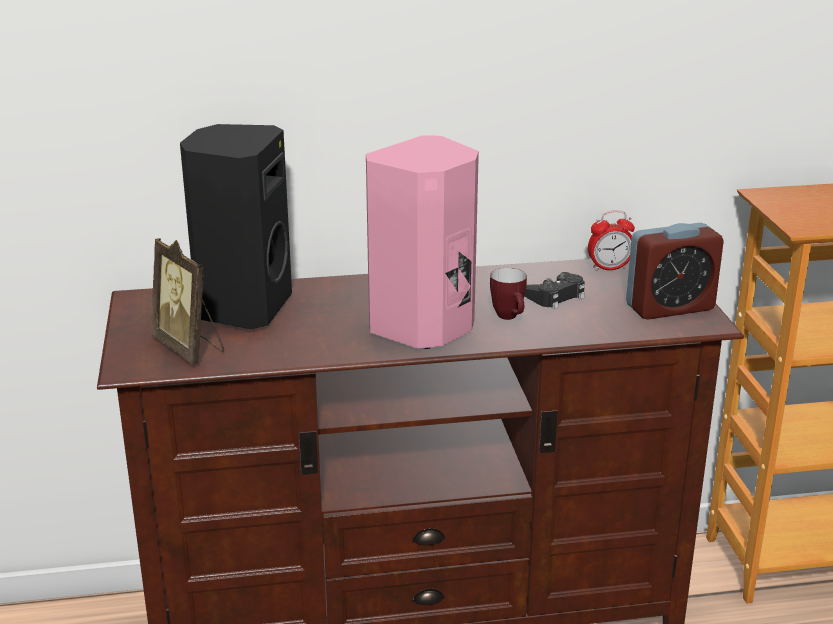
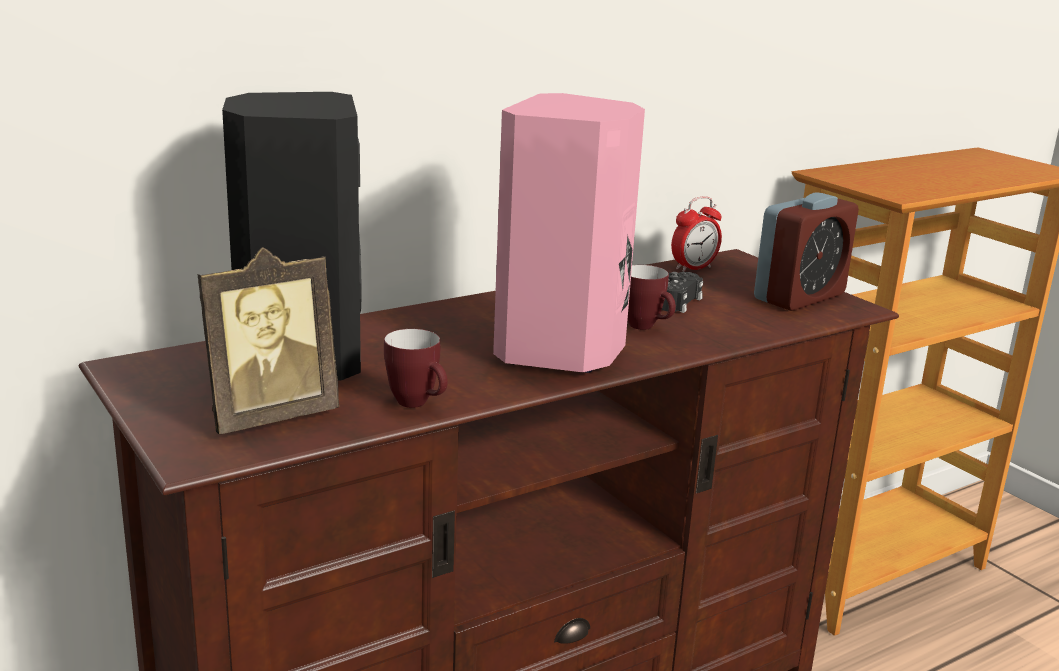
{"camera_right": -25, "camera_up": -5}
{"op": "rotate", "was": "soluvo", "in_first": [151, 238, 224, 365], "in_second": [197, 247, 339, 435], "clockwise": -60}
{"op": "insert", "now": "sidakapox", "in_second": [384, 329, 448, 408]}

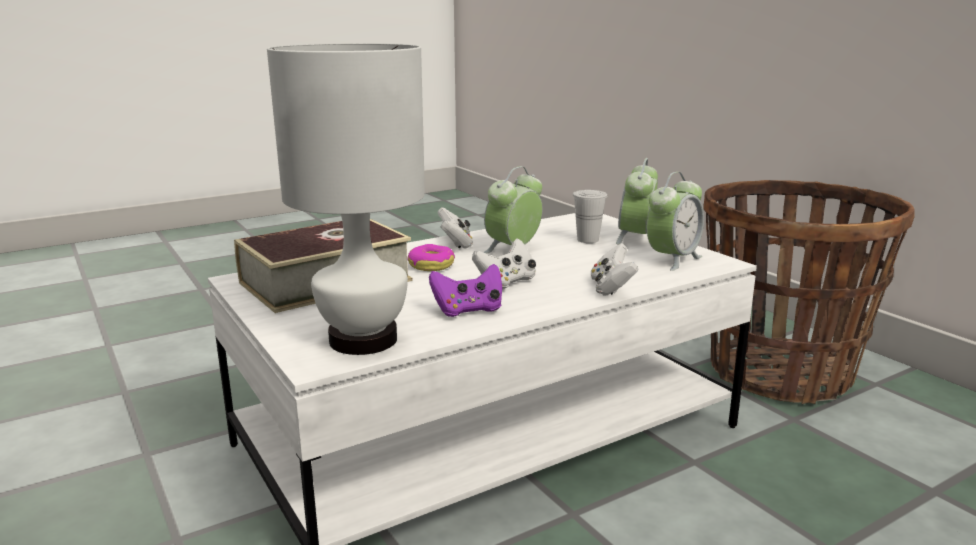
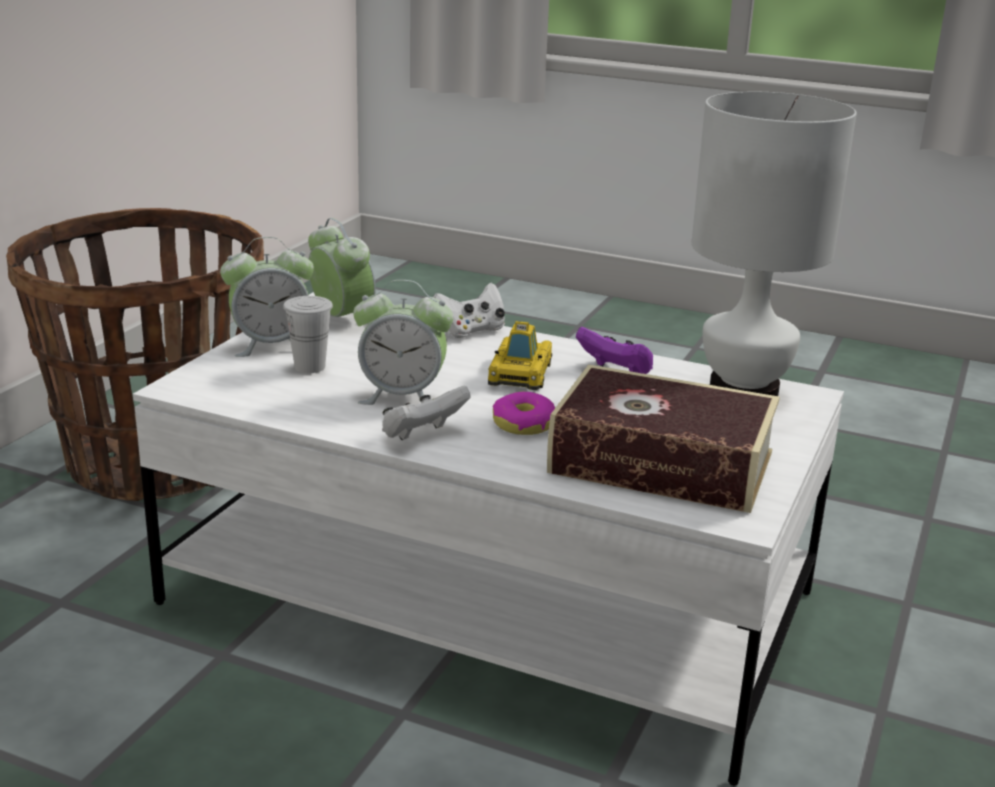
{"camera_right": -125, "camera_up": 5}
{"op": "rotate", "was": "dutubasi", "in_first": [647, 172, 704, 271], "in_second": [308, 218, 376, 324], "clockwise": 45}
{"op": "replace", "was": "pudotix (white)", "now": "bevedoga", "in_first": [472, 238, 536, 289], "in_second": [488, 321, 552, 390]}

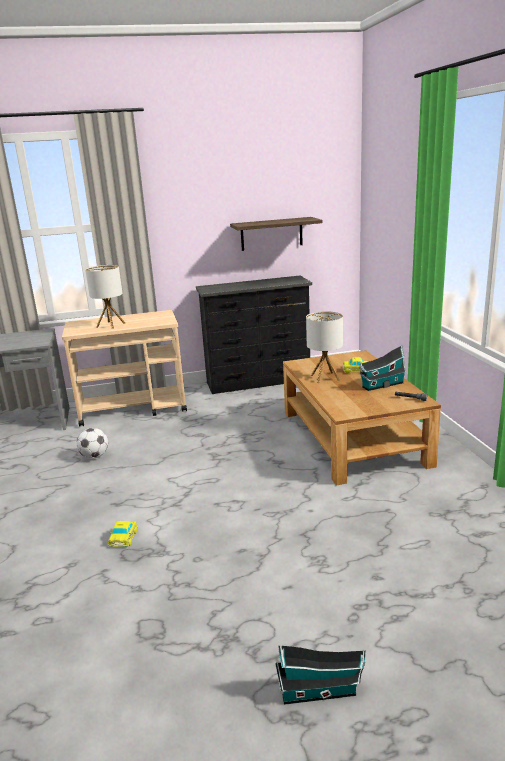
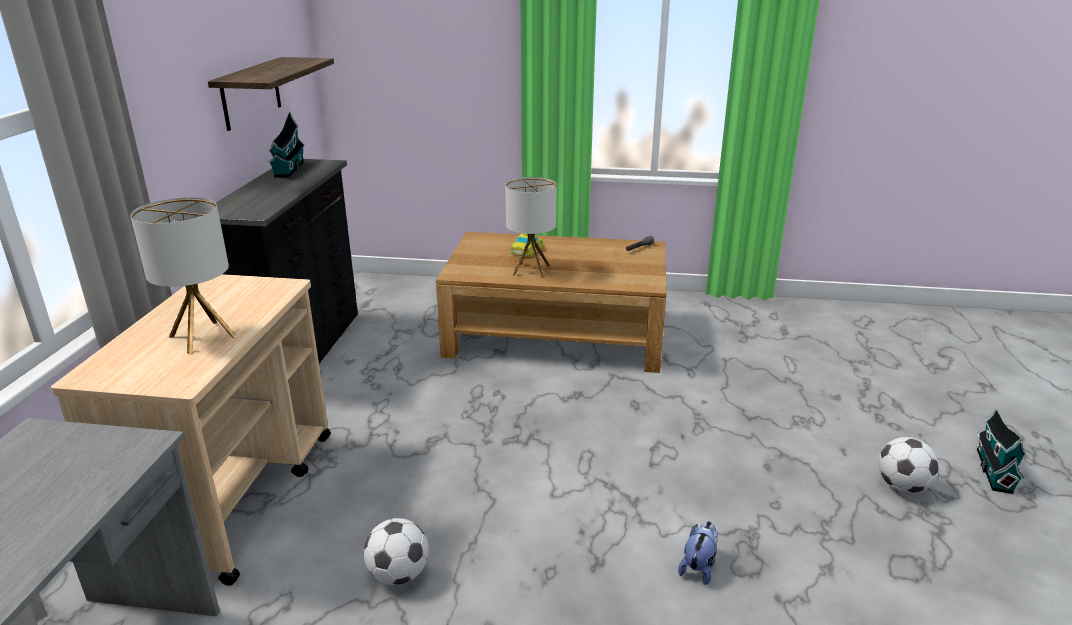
{"camera_right": -70, "camera_up": 5}
{"op": "move", "was": "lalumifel", "in_first": [359, 345, 407, 391], "in_second": [268, 112, 305, 177]}
{"op": "replace", "was": "bevedoga", "now": "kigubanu", "in_first": [108, 521, 138, 547], "in_second": [678, 521, 718, 585]}
{"op": "insert", "now": "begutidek", "in_second": [878, 437, 939, 493]}

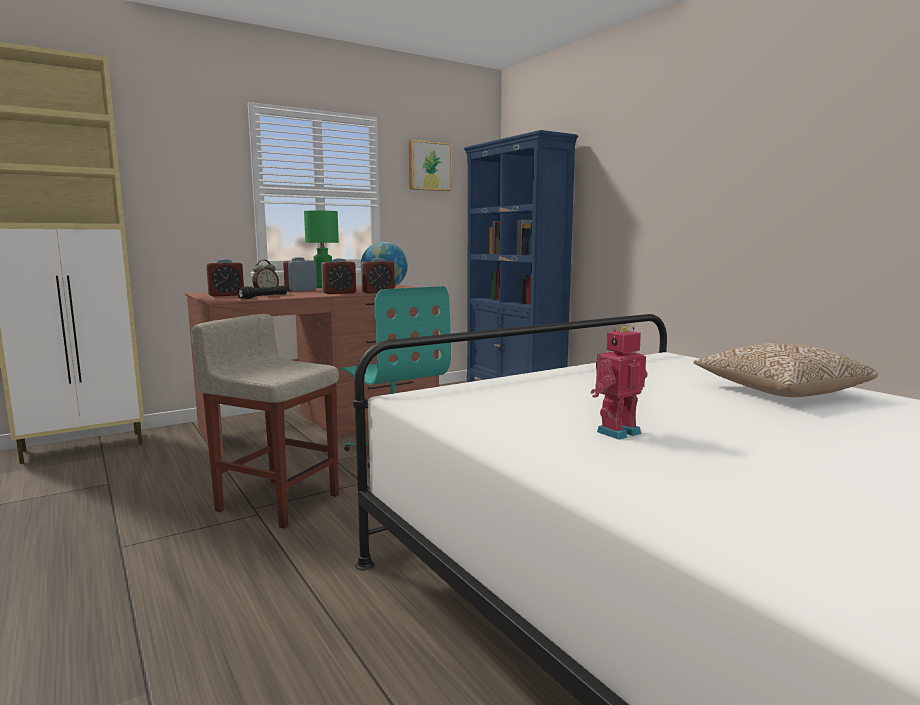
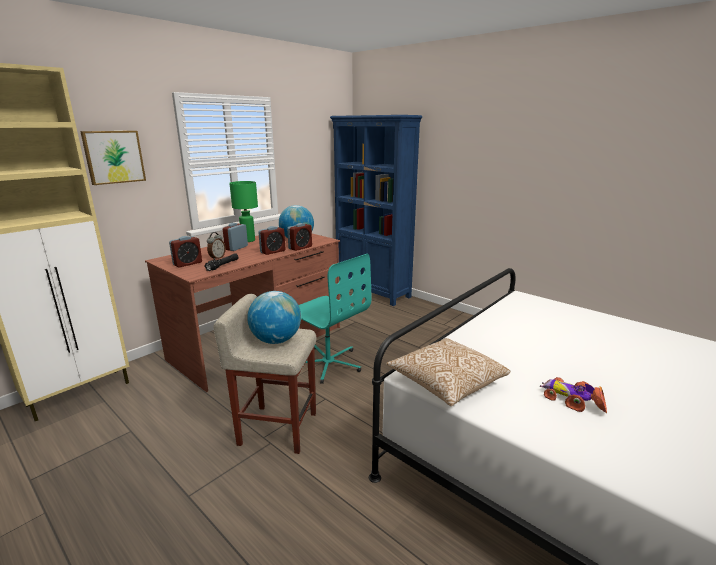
{"camera_right": -15, "camera_up": 10}
{"op": "move", "was": "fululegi", "in_first": [409, 140, 452, 191], "in_second": [80, 131, 146, 185]}
{"op": "insert", "now": "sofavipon", "in_second": [247, 291, 301, 344]}
{"op": "move", "was": "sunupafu", "in_first": [694, 343, 878, 397], "in_second": [386, 338, 510, 406]}
{"op": "replace", "was": "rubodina", "now": "bevedoga", "in_first": [591, 326, 647, 440], "in_second": [540, 377, 607, 413]}

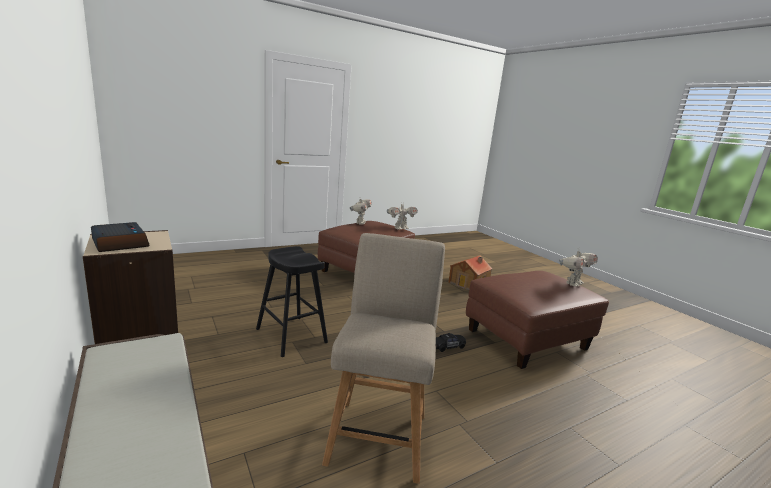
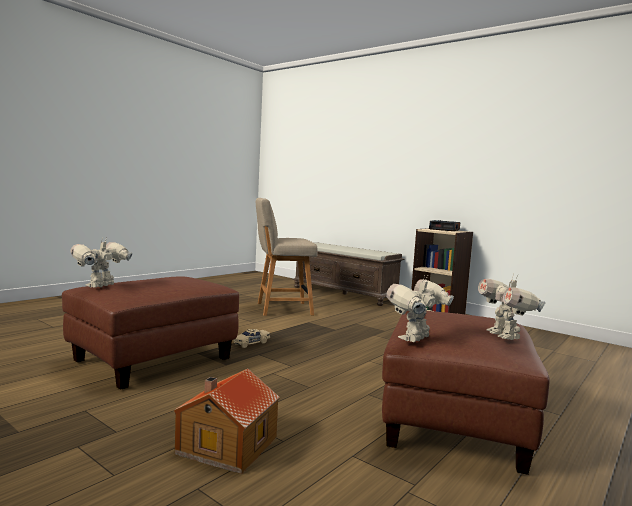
{"camera_right": 160, "camera_up": -10}
{"op": "recolor", "was": "bevedoga (black)", "now": "bevedoga (beige)", "in_first": [436, 333, 466, 352], "in_second": [234, 329, 270, 348]}
{"op": "rotate", "was": "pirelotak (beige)", "in_first": [322, 233, 445, 484], "in_second": [256, 198, 318, 316], "clockwise": 90}
{"op": "delete", "was": "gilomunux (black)", "in_first": [256, 246, 328, 357]}

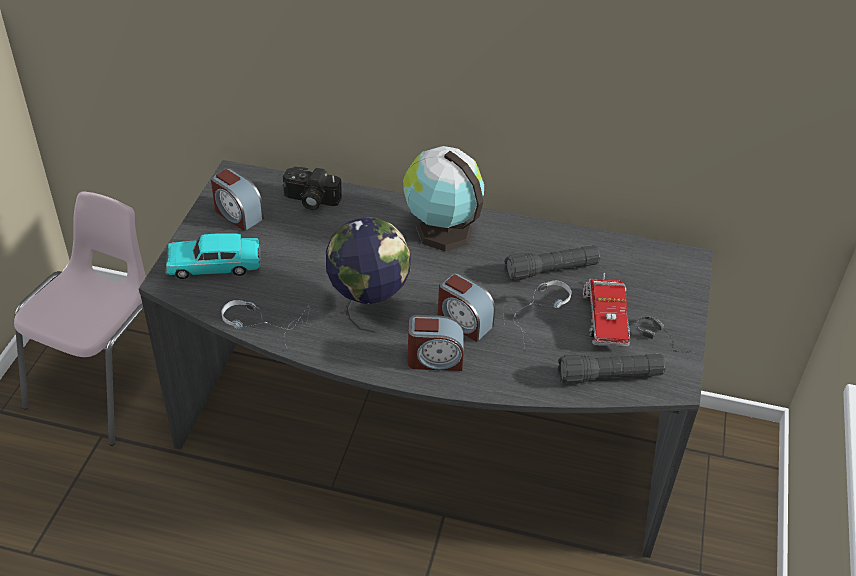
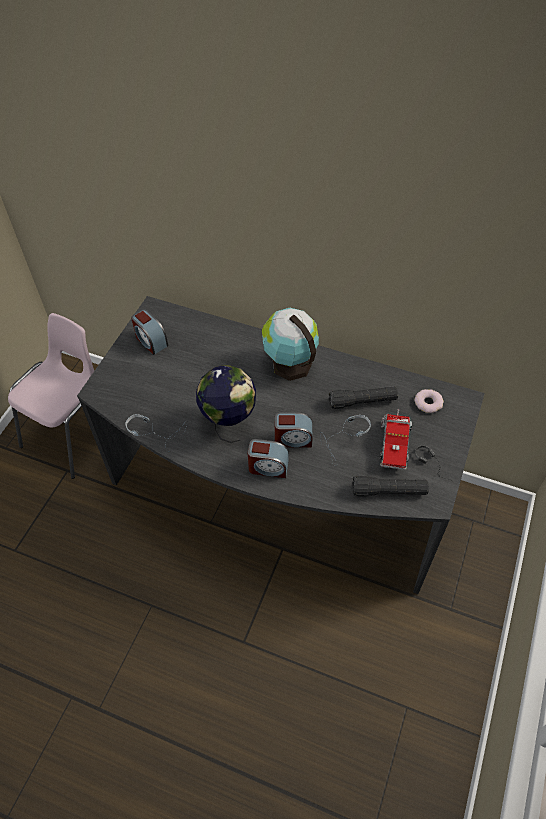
{"camera_right": 10, "camera_up": 10}
{"op": "rotate", "was": "dutubasi", "in_first": [438, 272, 495, 342], "in_second": [275, 412, 313, 447], "clockwise": -45}
{"op": "insert", "now": "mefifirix", "in_second": [415, 389, 444, 413]}
{"op": "delete", "was": "bevedoga (turquoise)", "in_first": [165, 233, 261, 279]}
{"op": "delete", "was": "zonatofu", "in_first": [283, 167, 342, 210]}

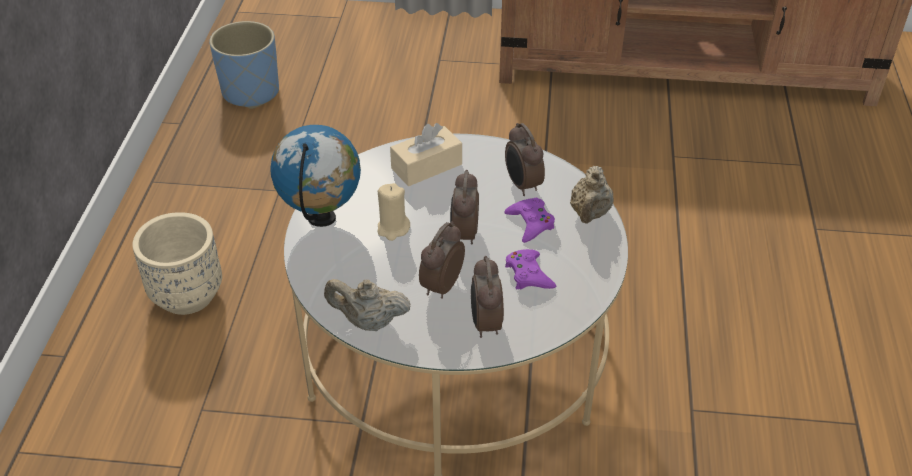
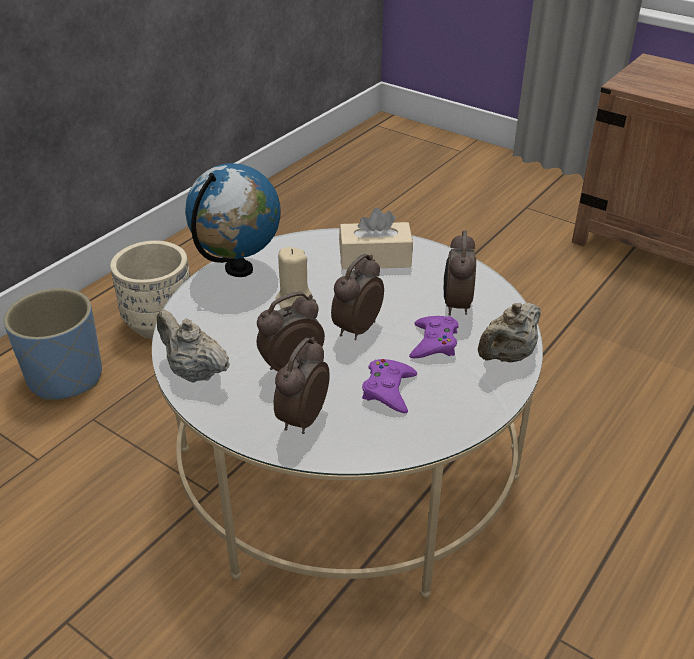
{"camera_right": 30, "camera_up": -5}
{"op": "move", "was": "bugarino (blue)", "in_first": [209, 21, 279, 109], "in_second": [4, 288, 102, 401]}

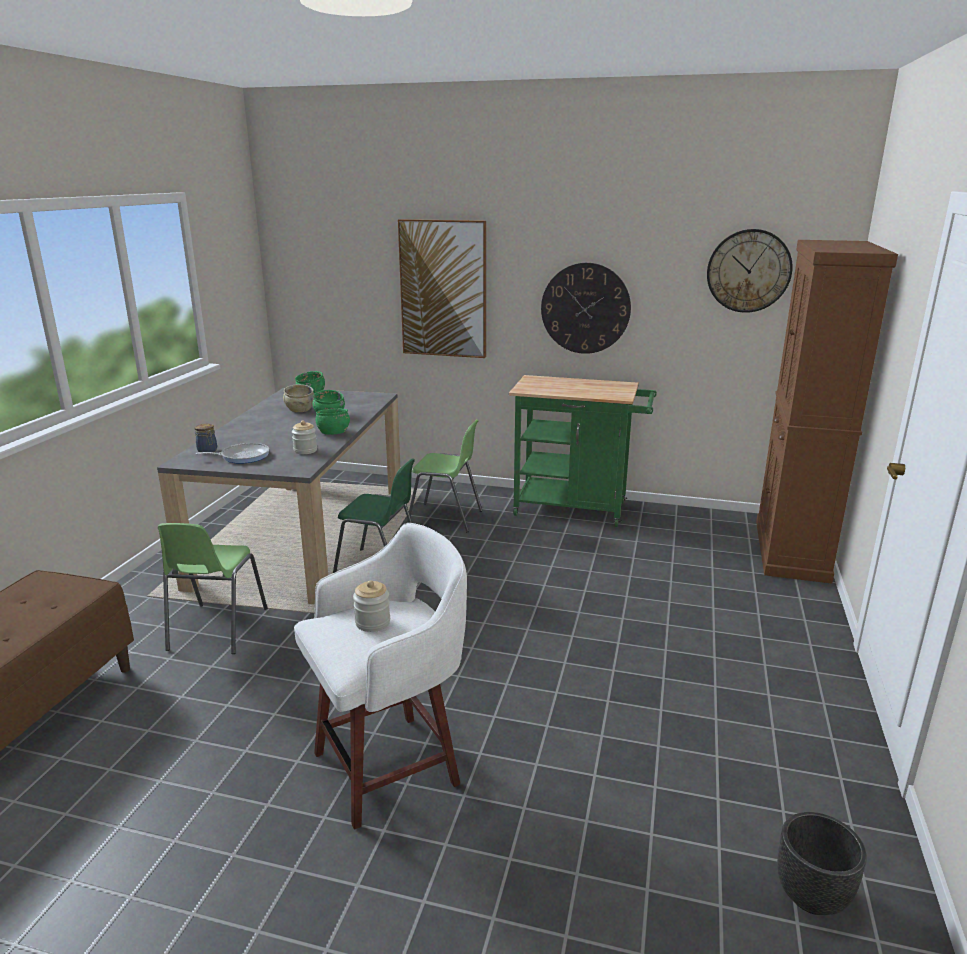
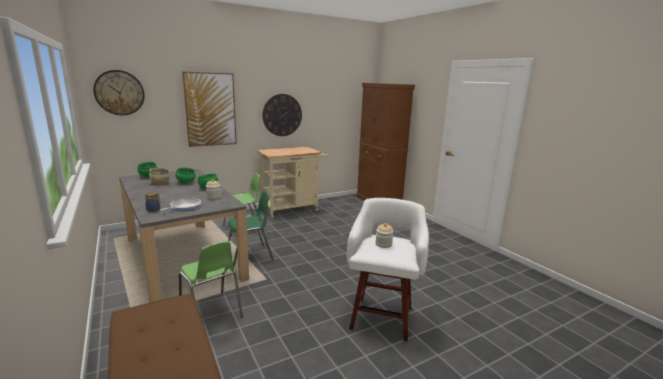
{"camera_right": -45, "camera_up": -5}
{"op": "move", "was": "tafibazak", "in_first": [707, 229, 793, 313], "in_second": [93, 70, 145, 115]}
{"op": "recolor", "was": "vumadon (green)", "now": "vumadon (beige)", "in_first": [509, 375, 657, 527], "in_second": [257, 147, 328, 218]}
{"op": "delete", "was": "bugarino (black)", "in_first": [777, 812, 867, 915]}

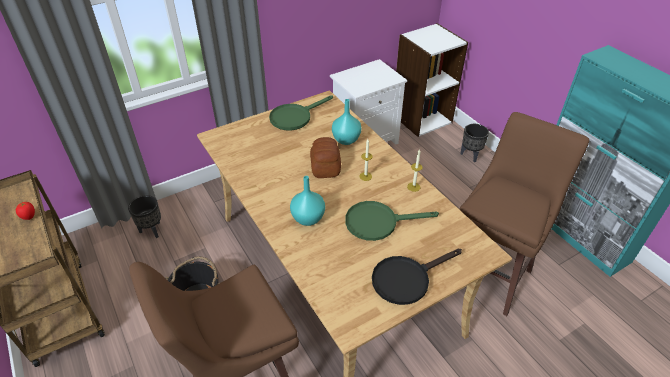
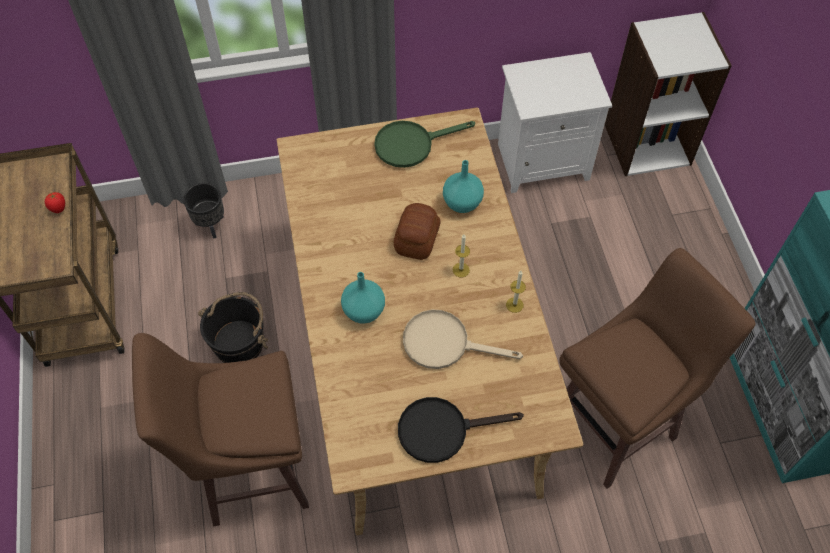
{"camera_right": 20, "camera_up": 15}
{"op": "recolor", "was": "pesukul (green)", "now": "pesukul (beige)", "in_first": [345, 201, 439, 241], "in_second": [403, 309, 523, 369]}
{"op": "delete", "was": "bugarino (black)", "in_first": [460, 124, 489, 162]}

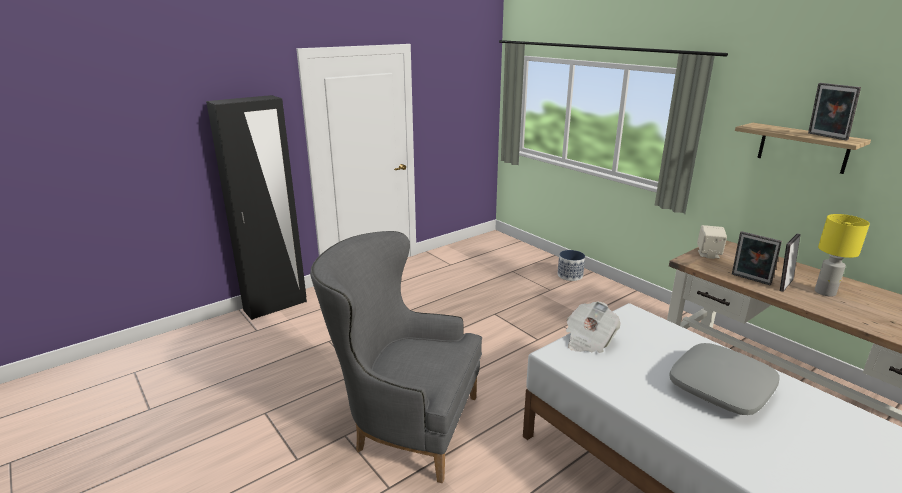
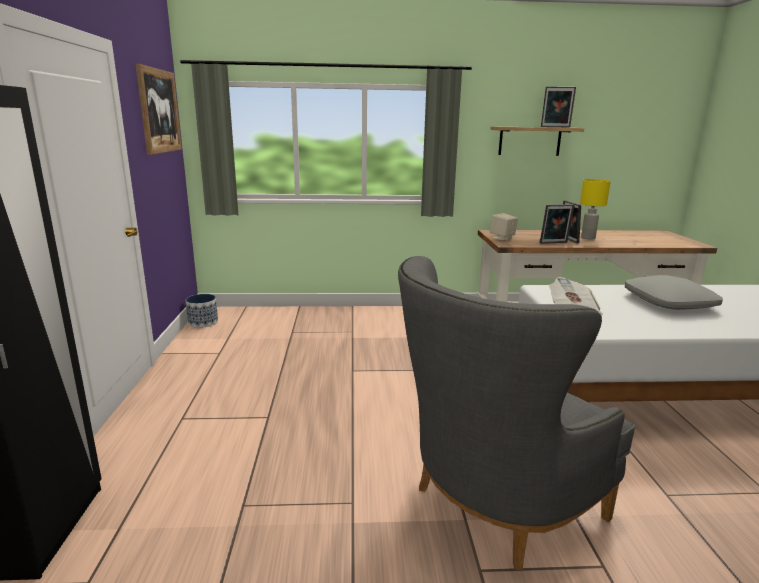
{"camera_right": -55, "camera_up": -5}
{"op": "insert", "now": "fululegi", "in_second": [136, 64, 182, 155]}
{"op": "move", "was": "bugarino", "in_first": [558, 250, 585, 281], "in_second": [186, 294, 218, 328]}

